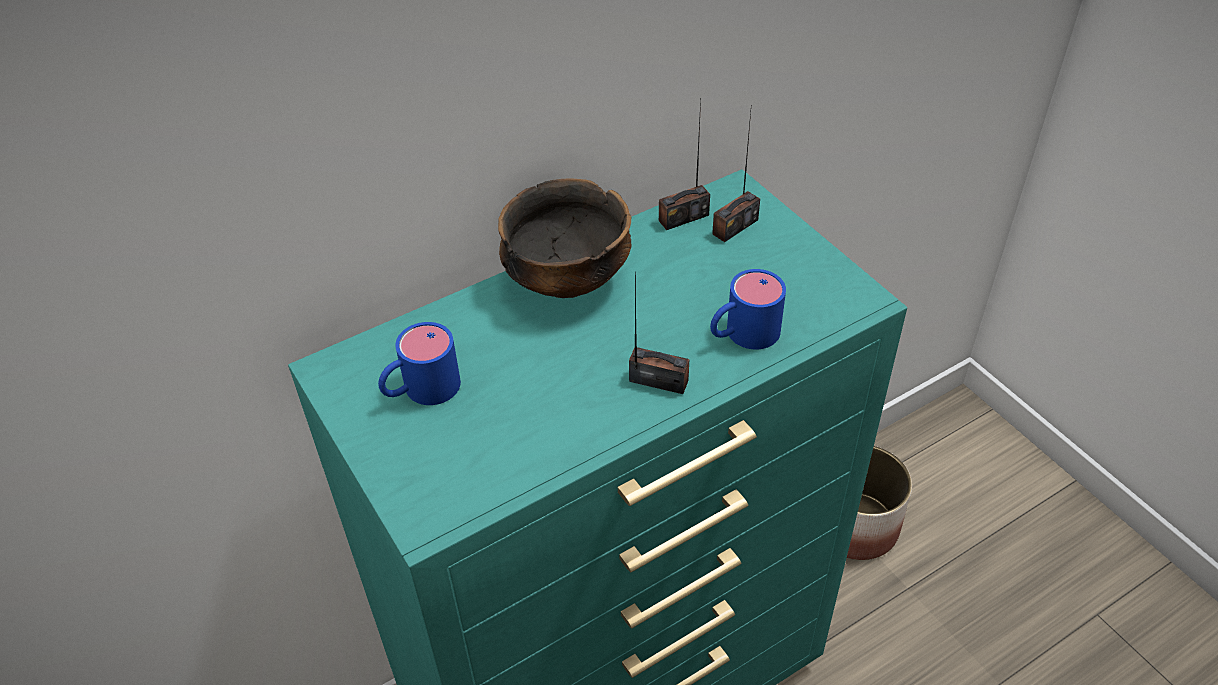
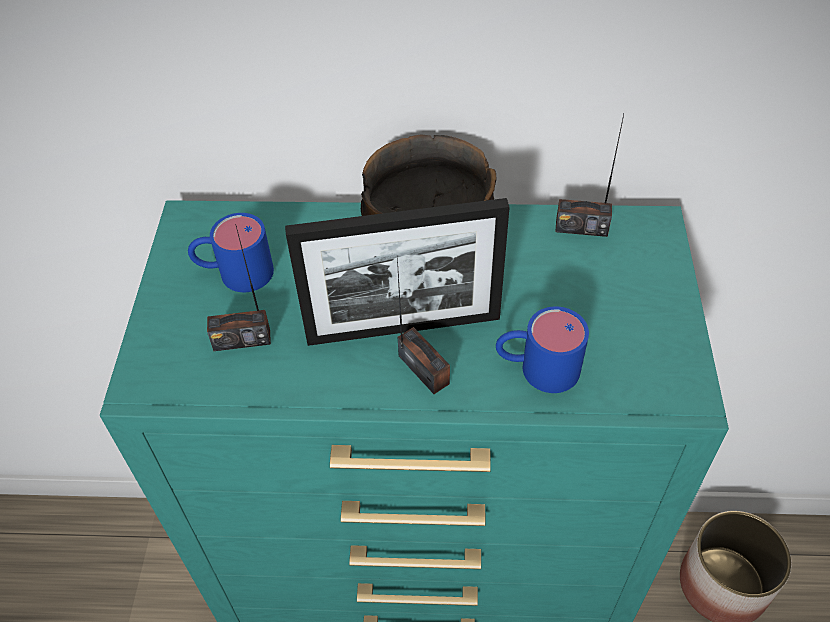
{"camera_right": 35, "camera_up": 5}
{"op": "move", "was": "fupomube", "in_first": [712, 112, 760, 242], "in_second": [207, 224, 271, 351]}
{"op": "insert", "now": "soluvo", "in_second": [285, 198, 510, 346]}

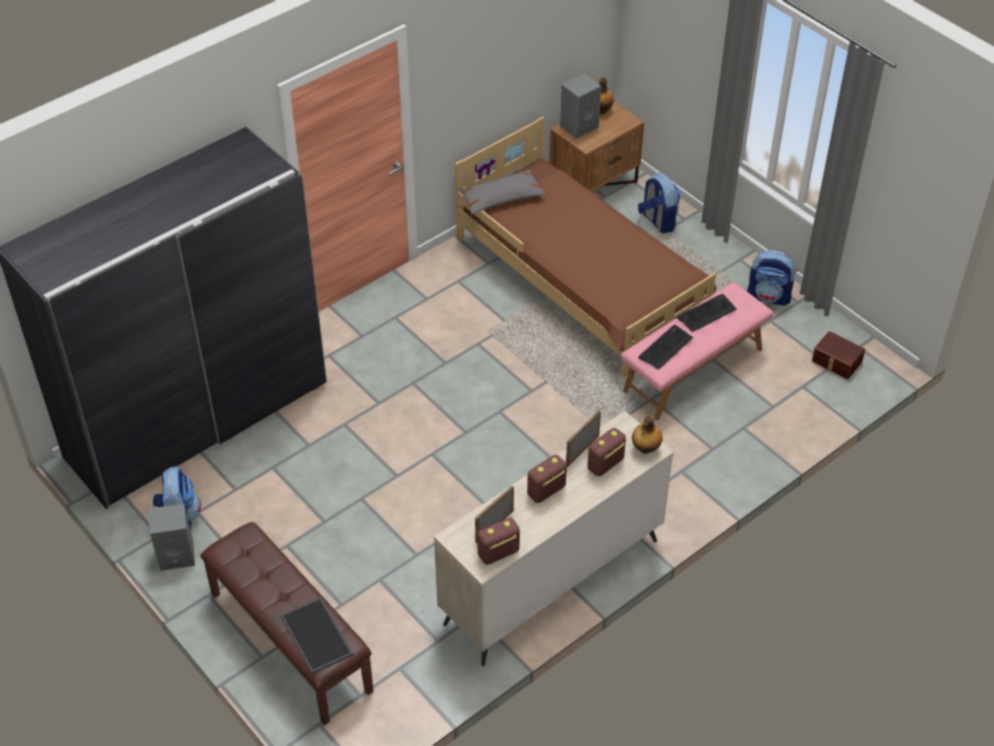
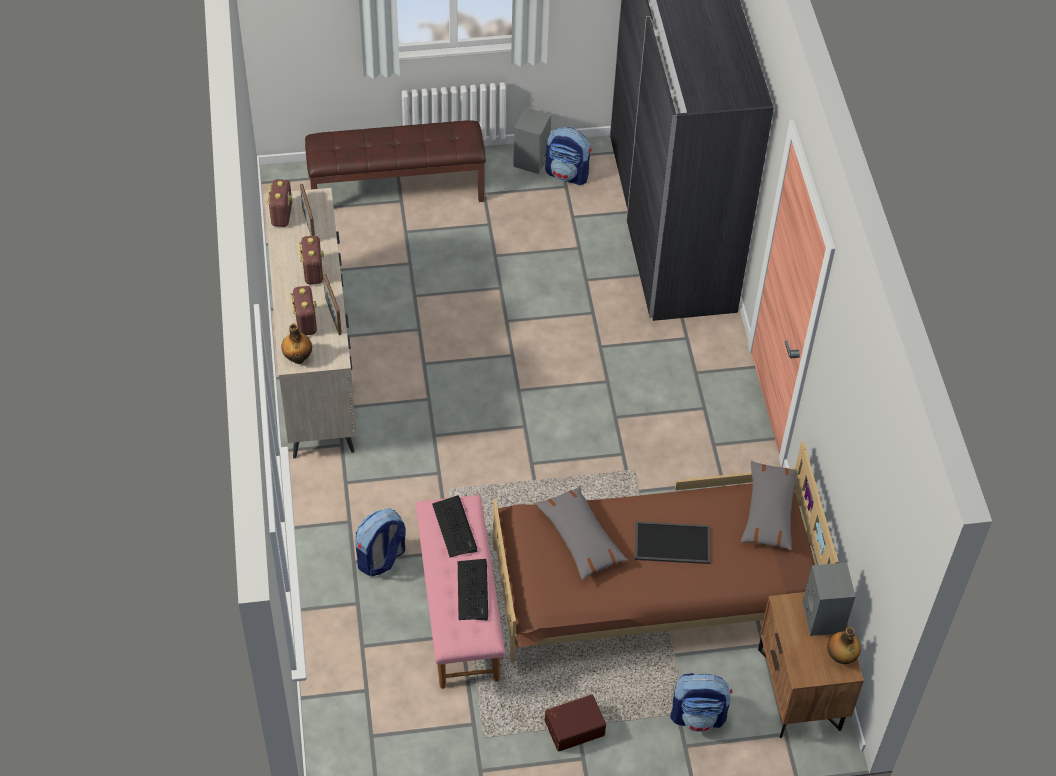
{"camera_right": 120, "camera_up": 5}
{"op": "move", "was": "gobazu", "in_first": [747, 250, 797, 306], "in_second": [355, 508, 406, 576]}
{"op": "insert", "now": "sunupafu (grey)", "in_second": [535, 486, 628, 580]}
{"op": "move", "was": "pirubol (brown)", "in_first": [812, 331, 865, 379], "in_second": [545, 694, 606, 752]}
{"op": "move", "was": "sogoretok", "in_first": [280, 597, 354, 674], "in_second": [635, 522, 710, 564]}

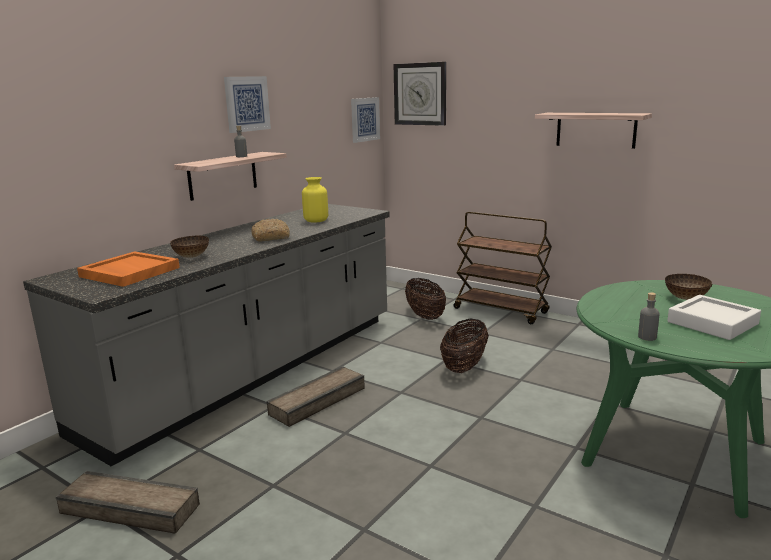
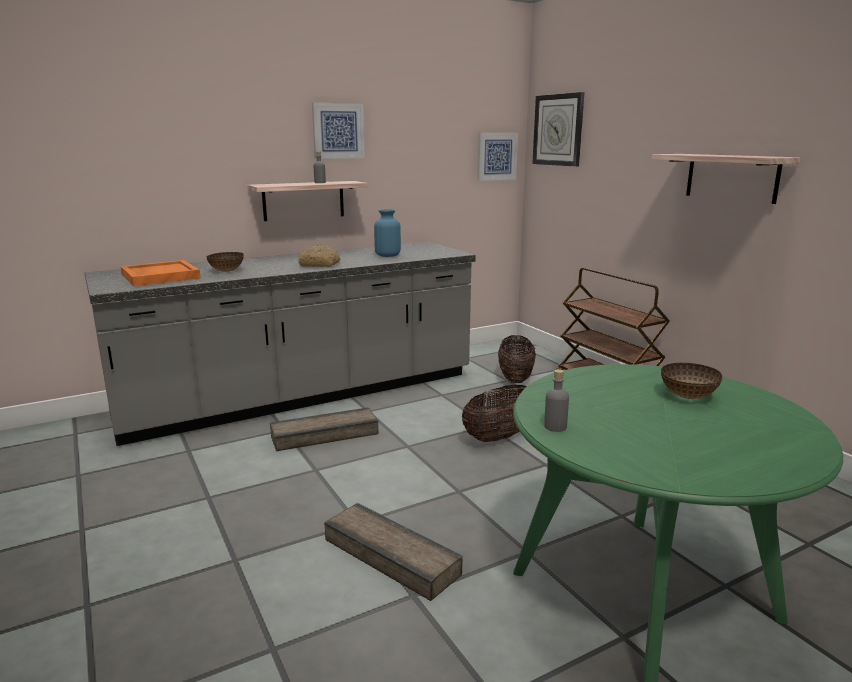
{"camera_right": 25, "camera_up": 0}
{"op": "move", "was": "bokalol", "in_first": [56, 471, 200, 534], "in_second": [324, 503, 463, 601]}
{"op": "recolor", "was": "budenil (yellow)", "now": "budenil (blue)", "in_first": [302, 177, 328, 222], "in_second": [374, 209, 401, 257]}
{"op": "delete", "was": "sogoretok (white)", "in_first": [667, 295, 761, 340]}

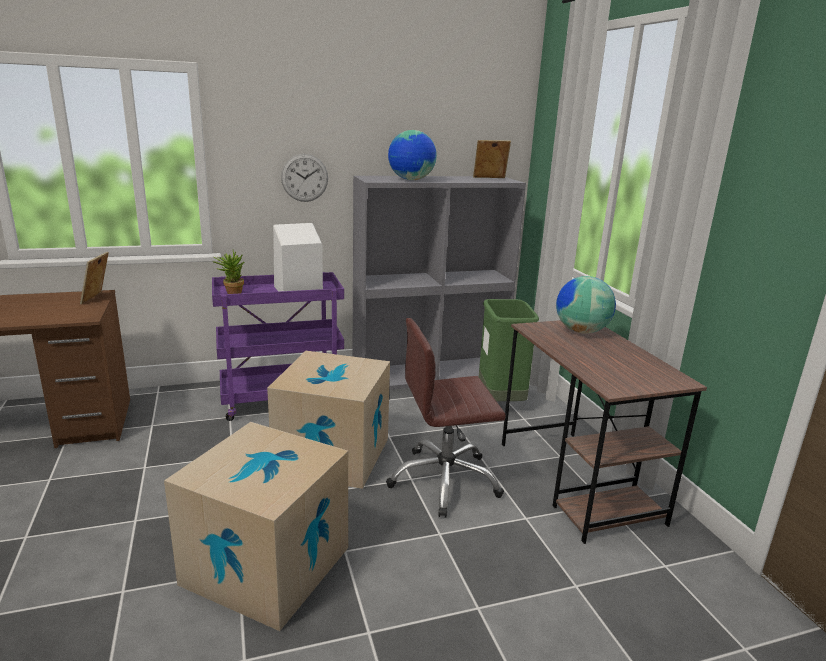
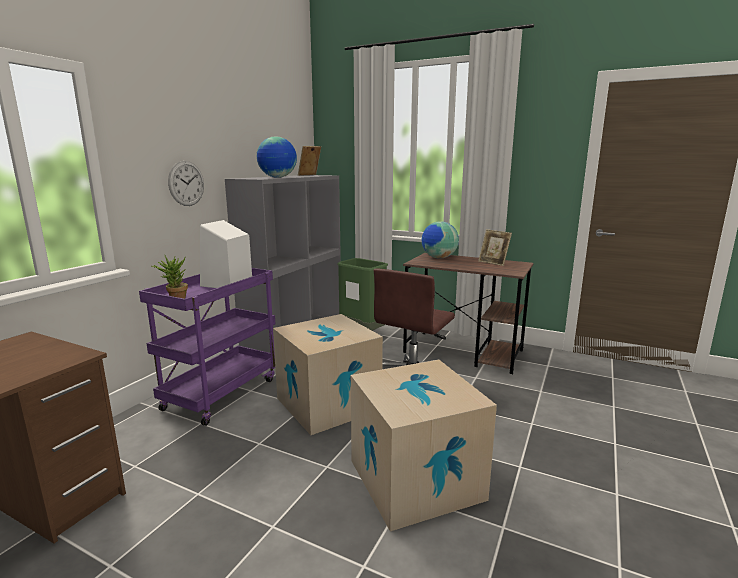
{"camera_right": -45, "camera_up": -5}
{"op": "move", "was": "soluvo", "in_first": [80, 252, 109, 304], "in_second": [478, 229, 512, 266]}

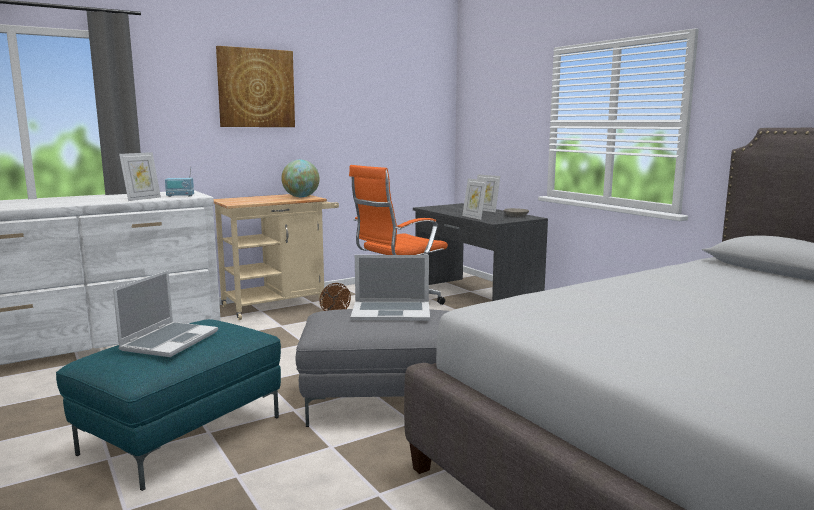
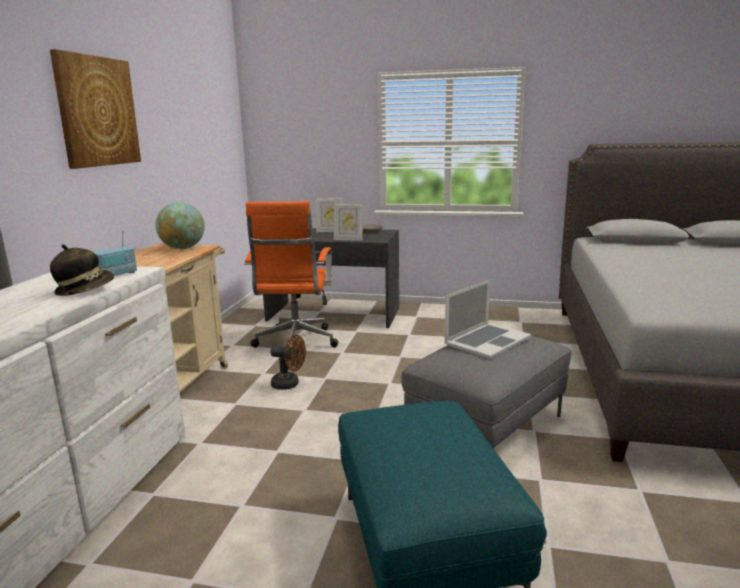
{"camera_right": -45, "camera_up": 5}
{"op": "replace", "was": "soluvo", "now": "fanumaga", "in_first": [119, 152, 161, 201], "in_second": [50, 244, 114, 296]}
{"op": "delete", "was": "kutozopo", "in_first": [113, 270, 218, 357]}

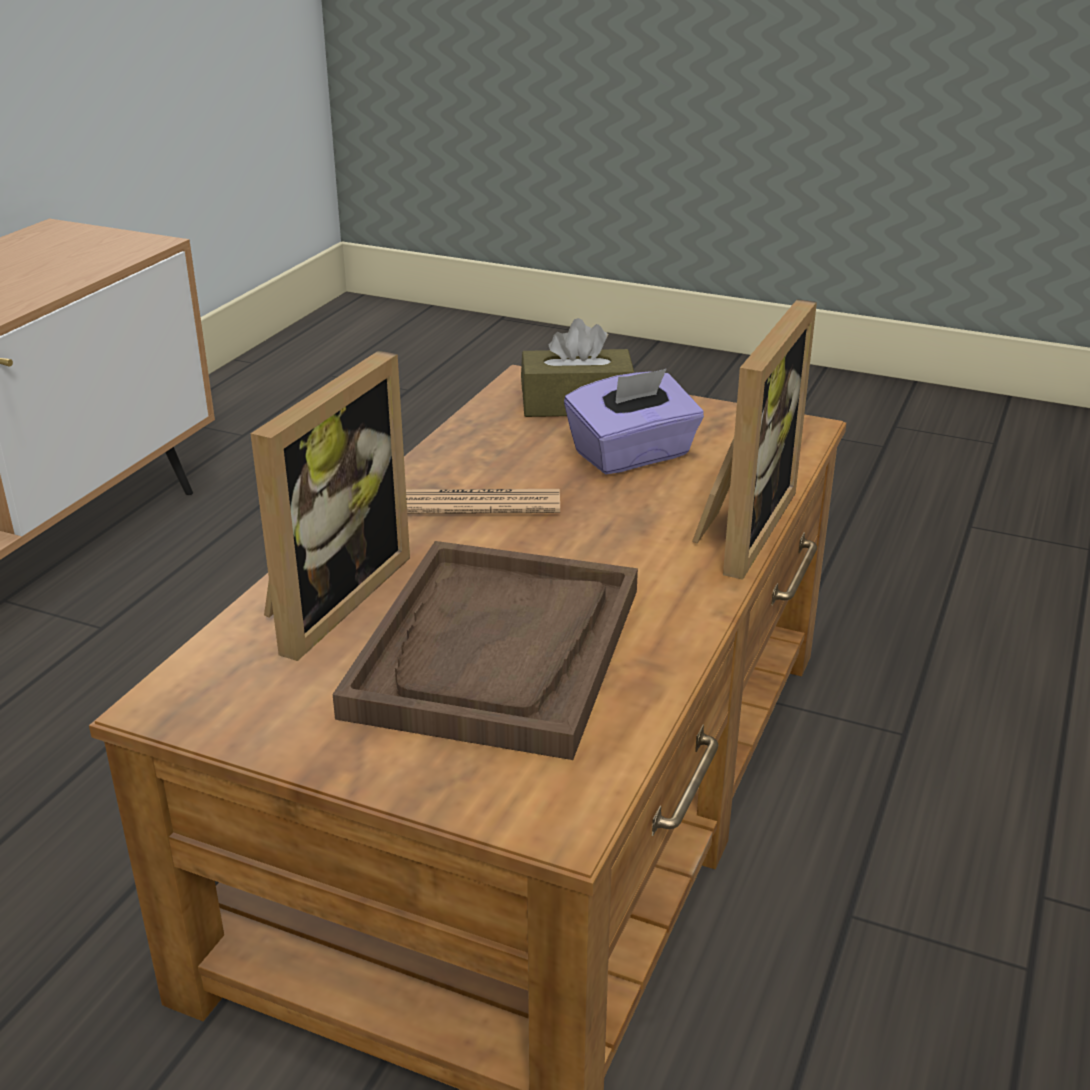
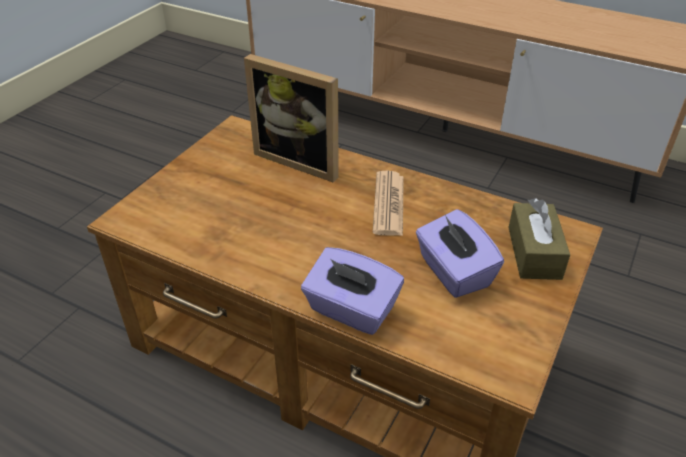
{"camera_right": 95, "camera_up": 10}
{"op": "replace", "was": "soluvo", "now": "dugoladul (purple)", "in_first": [692, 299, 817, 580], "in_second": [301, 247, 404, 335]}
{"op": "delete", "was": "sogoretok (brown)", "in_first": [333, 541, 638, 760]}

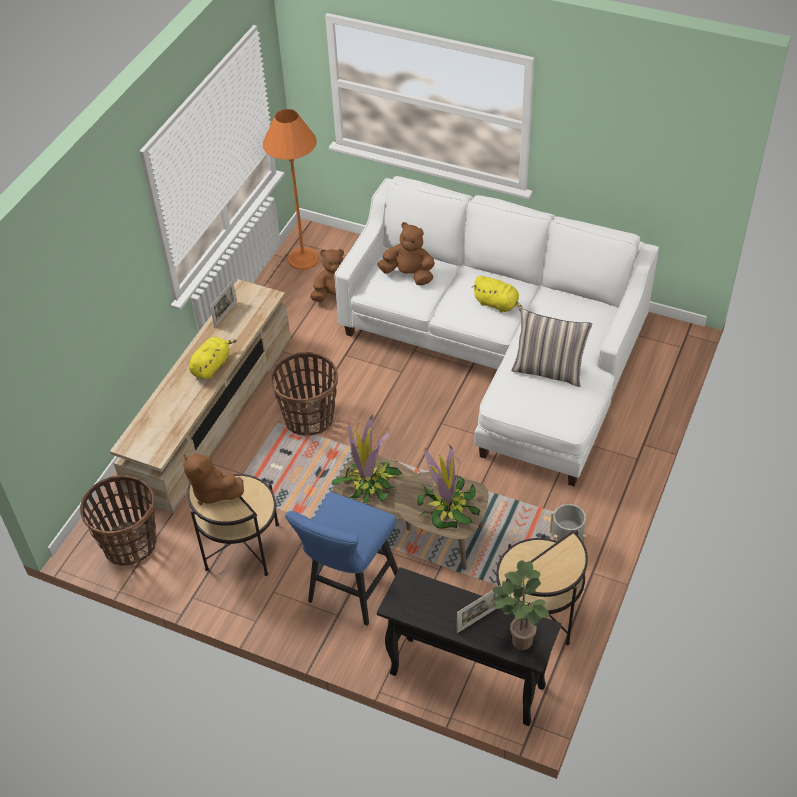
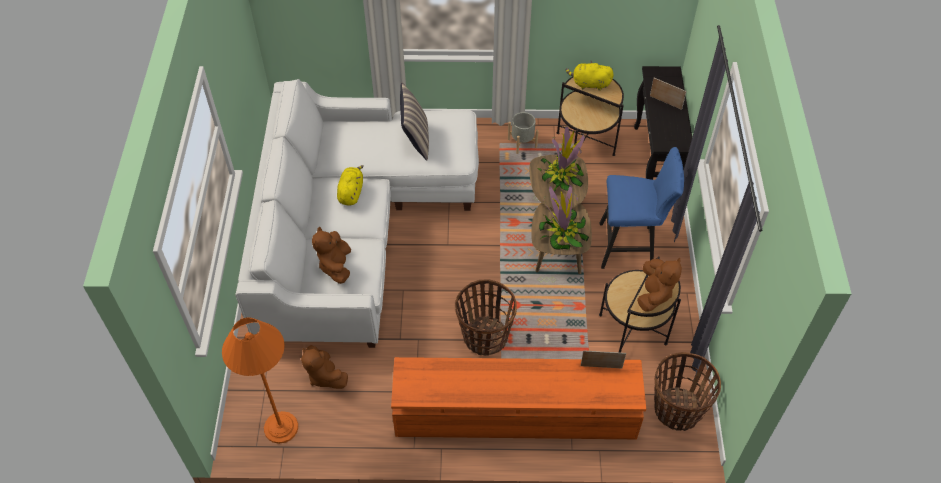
{"camera_right": -115, "camera_up": 5}
{"op": "recolor", "was": "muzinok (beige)", "now": "muzinok (orange)", "in_first": [110, 279, 291, 513], "in_second": [391, 357, 646, 439]}
{"op": "move", "was": "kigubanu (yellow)", "in_first": [189, 337, 237, 379], "in_second": [566, 60, 614, 91]}
{"op": "move", "was": "soluvo", "in_first": [210, 280, 237, 328], "in_second": [581, 350, 626, 368]}
{"op": "delete", "was": "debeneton", "in_first": [492, 560, 550, 650]}

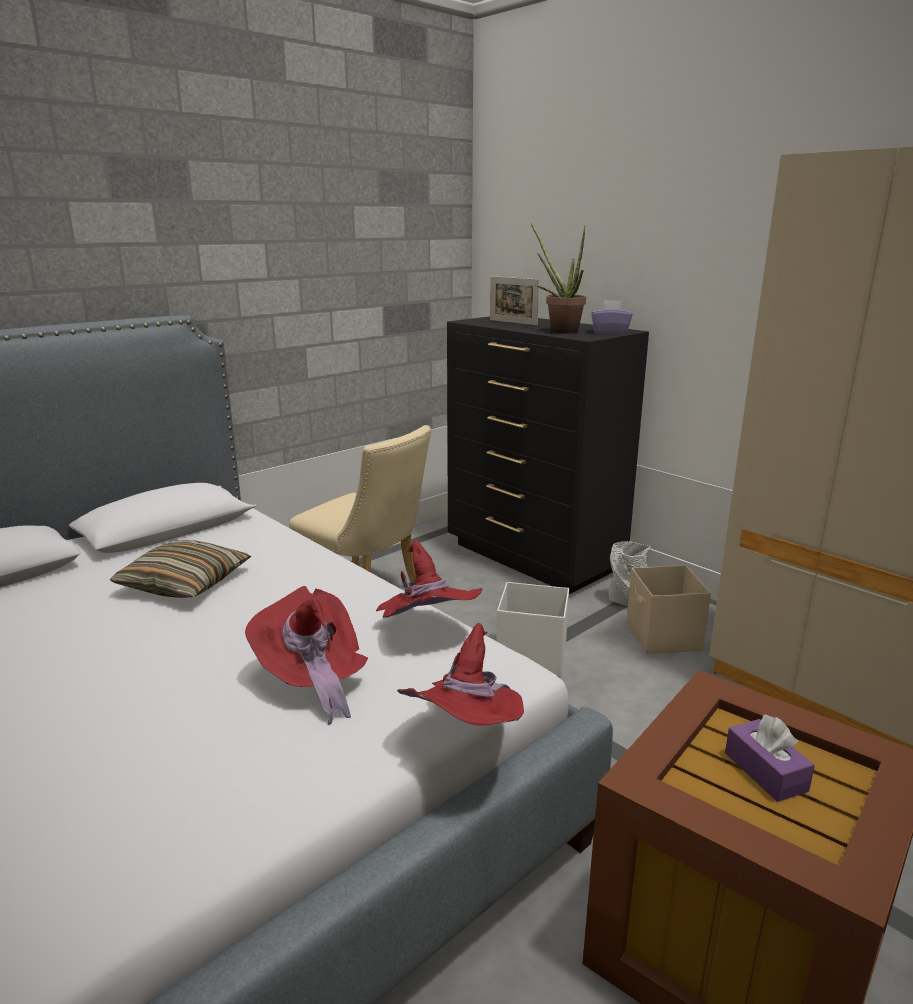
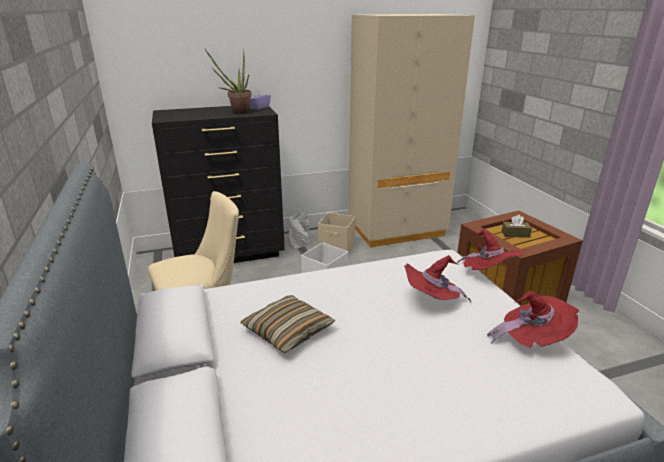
{"camera_right": -65, "camera_up": 5}
{"op": "move", "was": "fanumaga (red)", "in_first": [376, 540, 482, 618], "in_second": [487, 290, 579, 348]}
{"op": "recolor", "was": "dugoladul (purple)", "now": "dugoladul (brown)", "in_first": [725, 714, 815, 802], "in_second": [502, 215, 532, 238]}
{"op": "delete", "was": "soluvo", "in_first": [490, 276, 539, 325]}

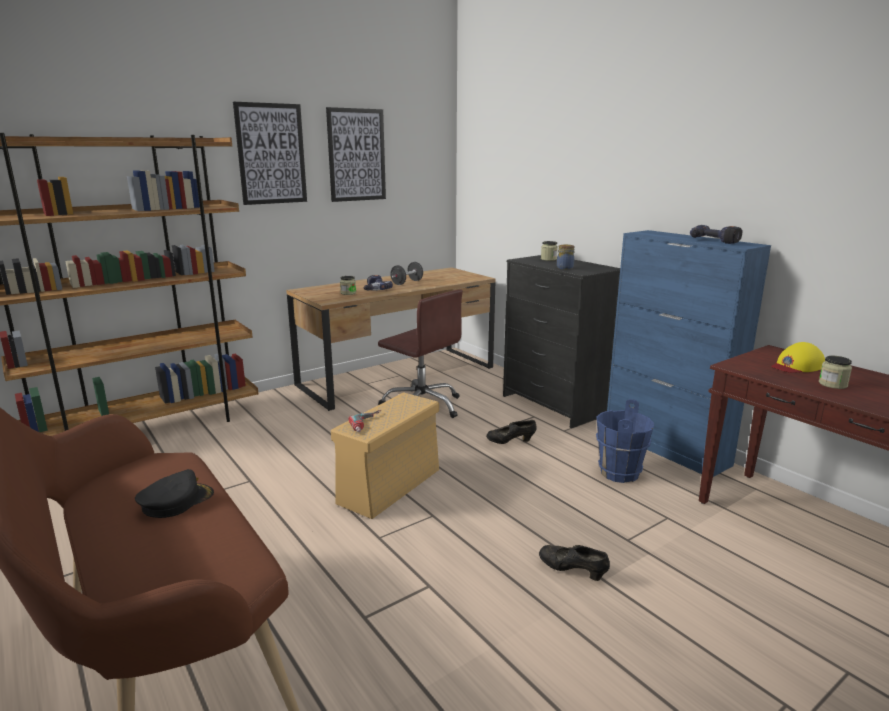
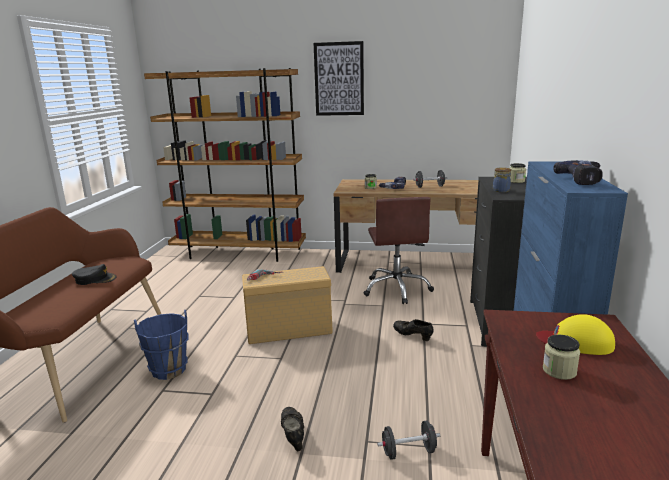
{"camera_right": 45, "camera_up": 0}
{"op": "move", "was": "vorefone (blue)", "in_first": [596, 399, 654, 483], "in_second": [134, 310, 189, 380]}
{"op": "insert", "now": "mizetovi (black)", "in_second": [377, 421, 440, 460]}
{"op": "delete", "was": "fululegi", "in_first": [326, 107, 386, 202]}

